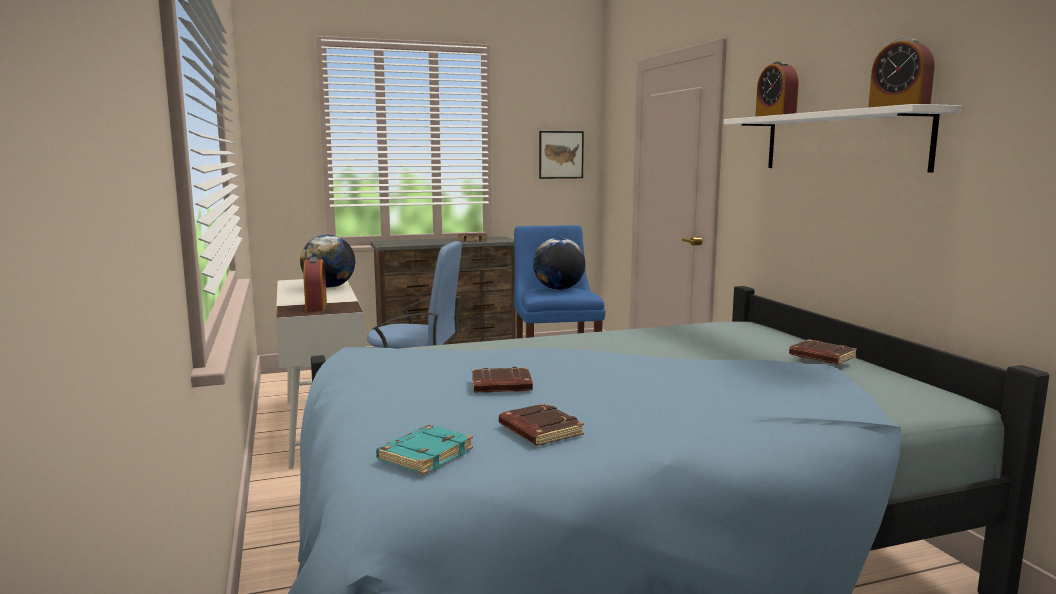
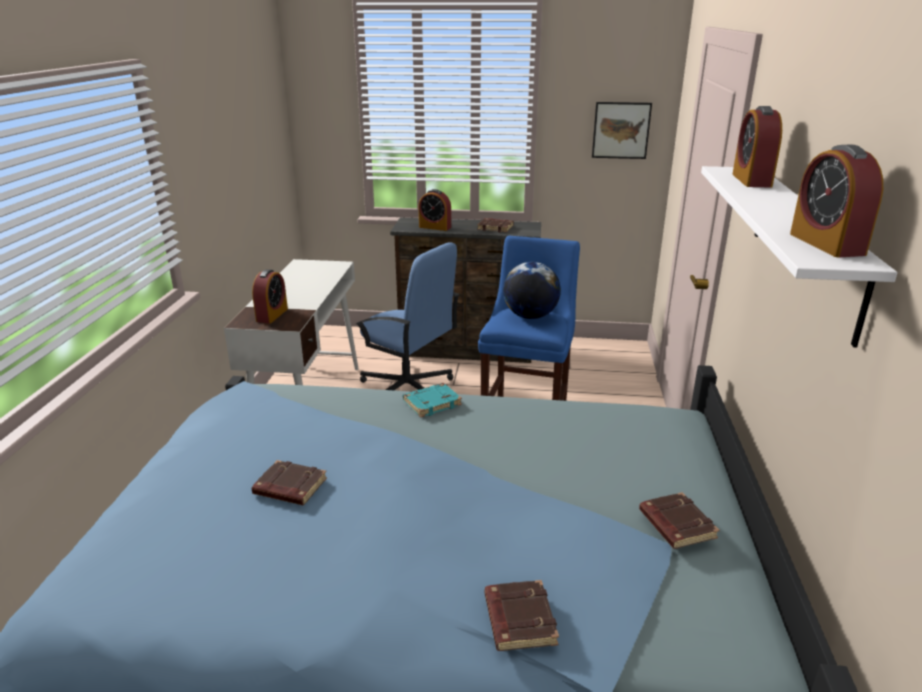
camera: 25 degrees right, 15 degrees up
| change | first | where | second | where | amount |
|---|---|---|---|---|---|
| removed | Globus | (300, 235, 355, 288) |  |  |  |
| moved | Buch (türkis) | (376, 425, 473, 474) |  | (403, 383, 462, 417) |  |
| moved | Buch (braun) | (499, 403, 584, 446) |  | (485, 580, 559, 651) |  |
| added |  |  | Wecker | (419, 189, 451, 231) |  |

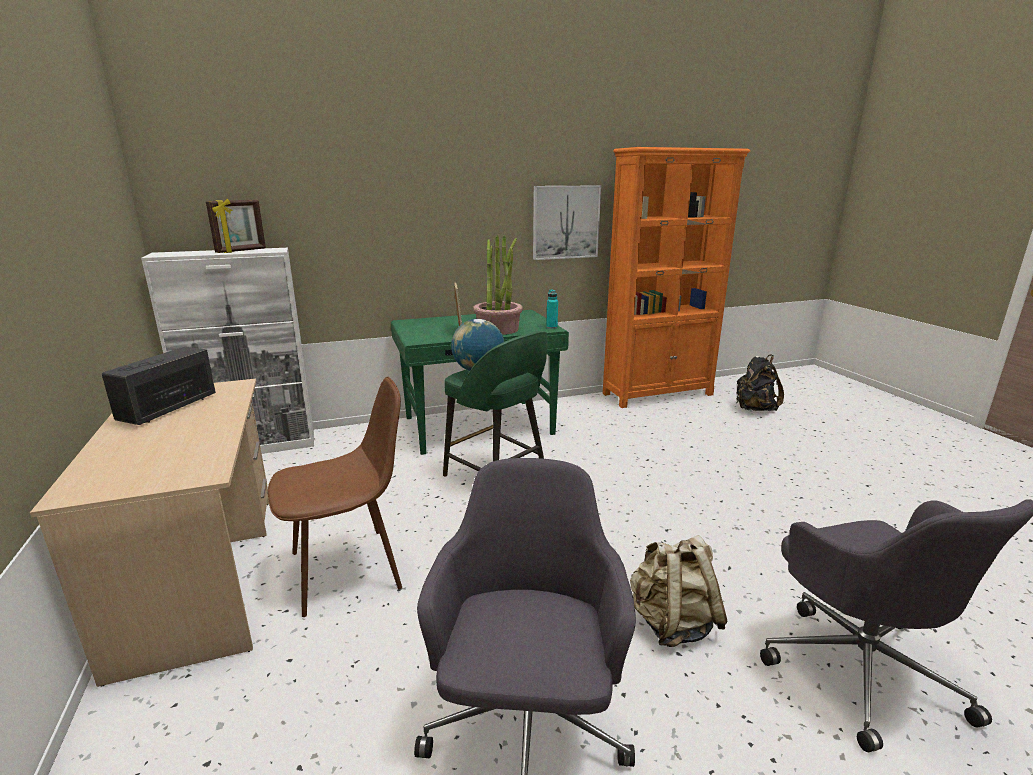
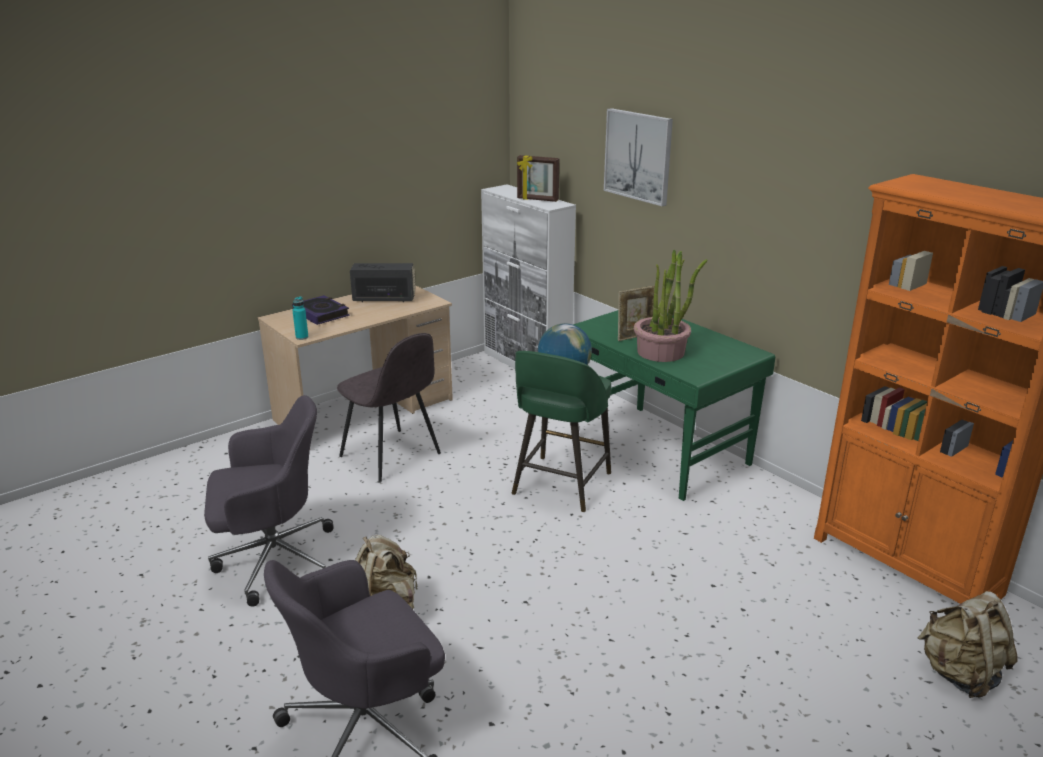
camera: 70 degrees right, 5 degrees up
| change | first | where | second | where | amount |
|---|---|---|---|---|---|
| recoloured | Stuhl (braun) | (268, 377, 402, 617) | Stuhl (grau) | (337, 333, 441, 482) |  |
| moved | Bild | (533, 185, 601, 260) |  | (604, 108, 673, 206) |  |
| moved | Flasche (türkis) | (546, 289, 558, 329) |  | (292, 296, 309, 340) |  |
| recoloured | Rucksack (schwarz) | (736, 355, 784, 411) | Rucksack (beige) | (918, 591, 1018, 698) |  |
| added |  |  | Buch | (292, 295, 349, 325) |  |

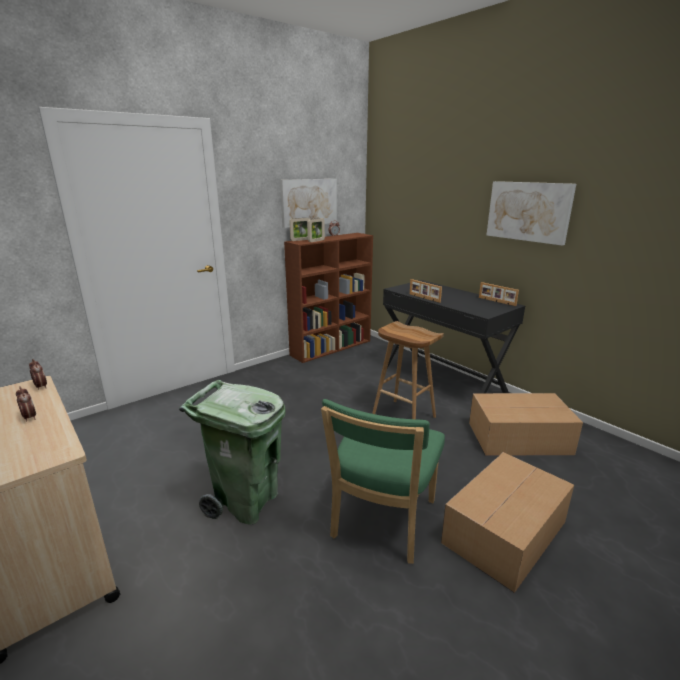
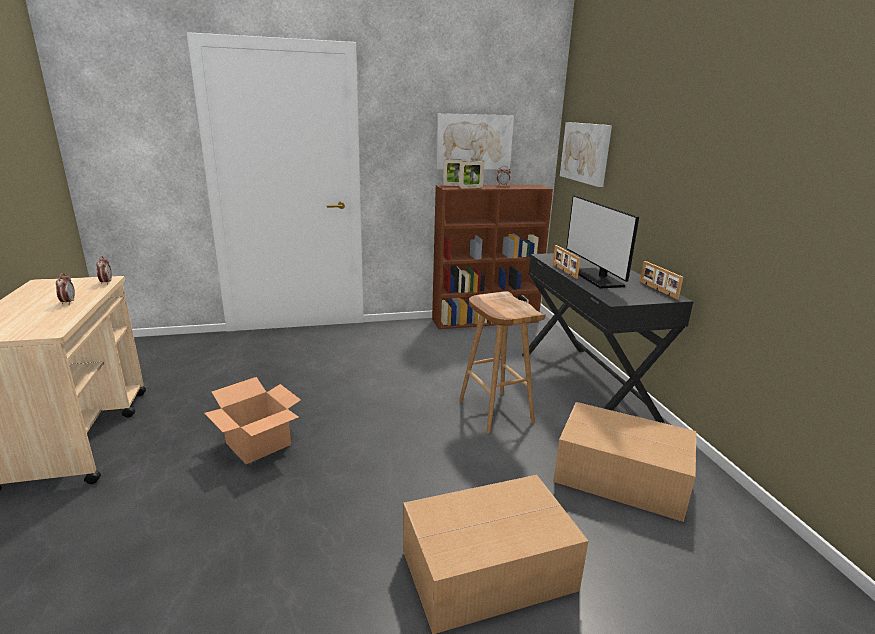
camera: 25 degrees right, 0 degrees up
| change | first | where | second | where | amount |
|---|---|---|---|---|---|
| replaced | Mülleimer (grün) | (179, 380, 286, 525) | Karton | (204, 377, 301, 464) |  |
| removed | Stuhl (grün) | (321, 399, 445, 564) |  |  |  |
| moved | Bild | (487, 181, 576, 245) |  | (560, 122, 612, 187) |  |
| added |  |  | Monitor | (566, 195, 639, 289) |  |

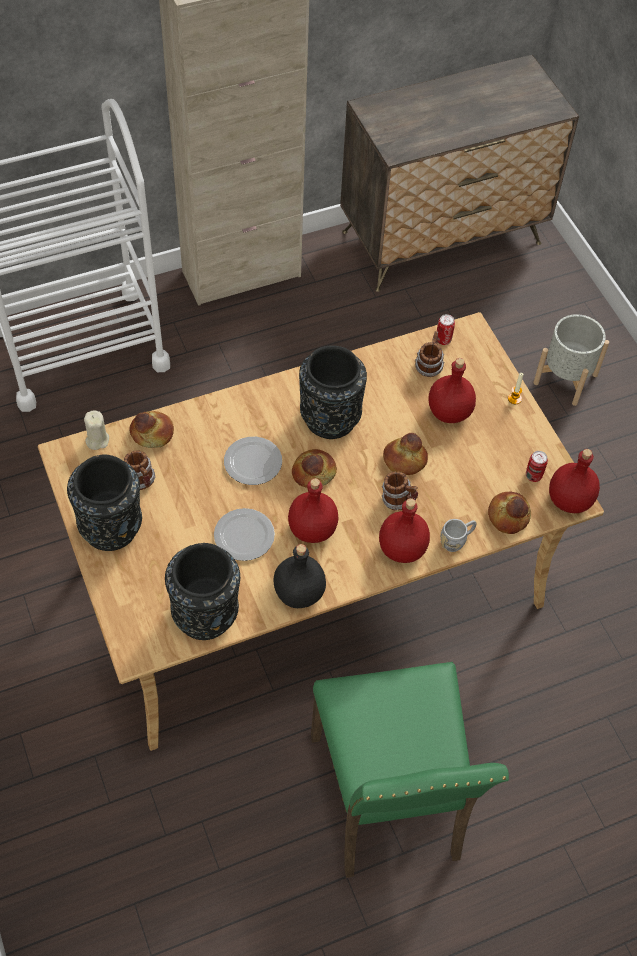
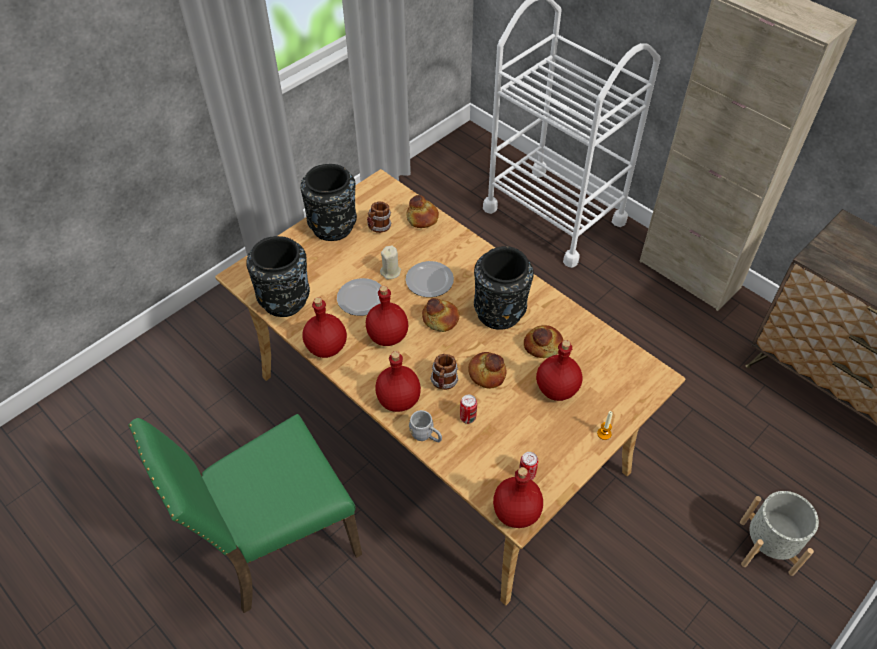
camera: 70 degrees right, 5 degrees down
| change | first | where | second | where | amount |
|---|---|---|---|---|---|
| moved | Kerze (beige) | (84, 410, 109, 450) |  | (380, 246, 401, 279) |  |
| recoloured | Flasche (schwarz) | (273, 544, 326, 608) | Flasche (rot) | (302, 297, 347, 358) |  |
| removed | Henkelbecher | (415, 331, 444, 377) |  |  |  |
| moved | Dose | (437, 314, 455, 345) |  | (460, 395, 477, 424) |  |
| moved | Brot | (488, 492, 531, 534) |  | (524, 325, 563, 358) |  |

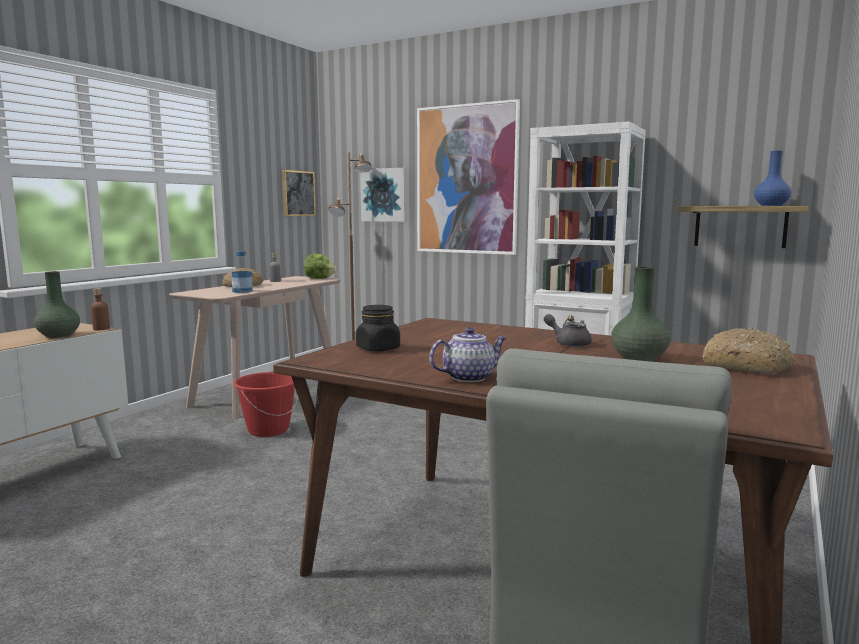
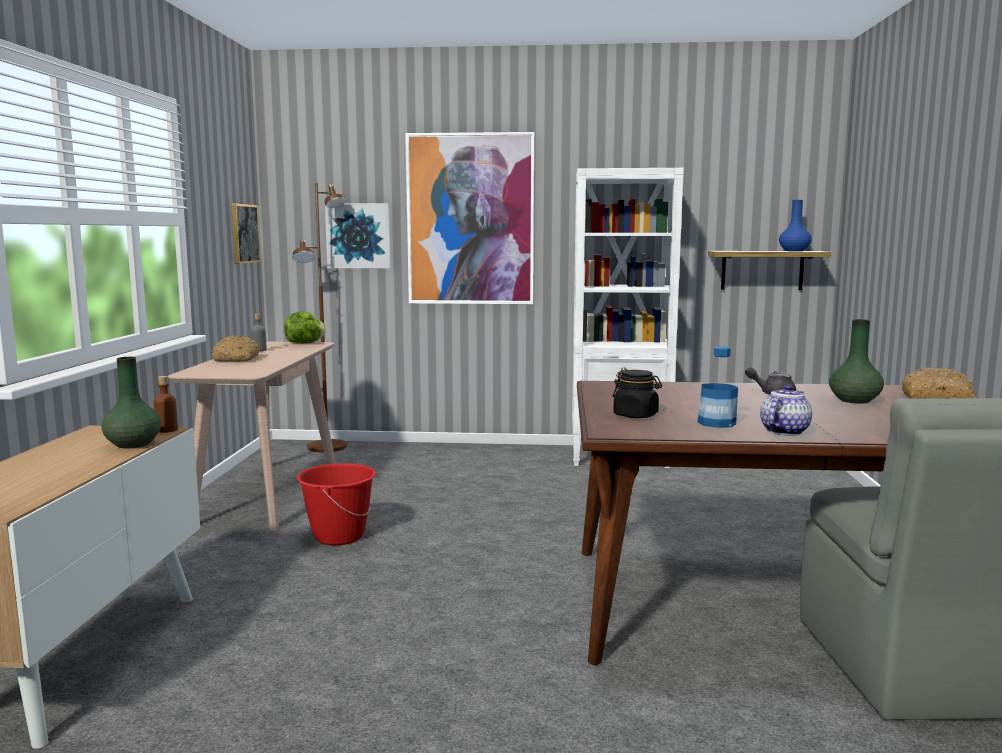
camera: 25 degrees left, 0 degrees up
| change | first | where | second | where | amount |
|---|---|---|---|---|---|
| moved | Flasche | (232, 251, 253, 293) |  | (697, 346, 738, 428) |  |

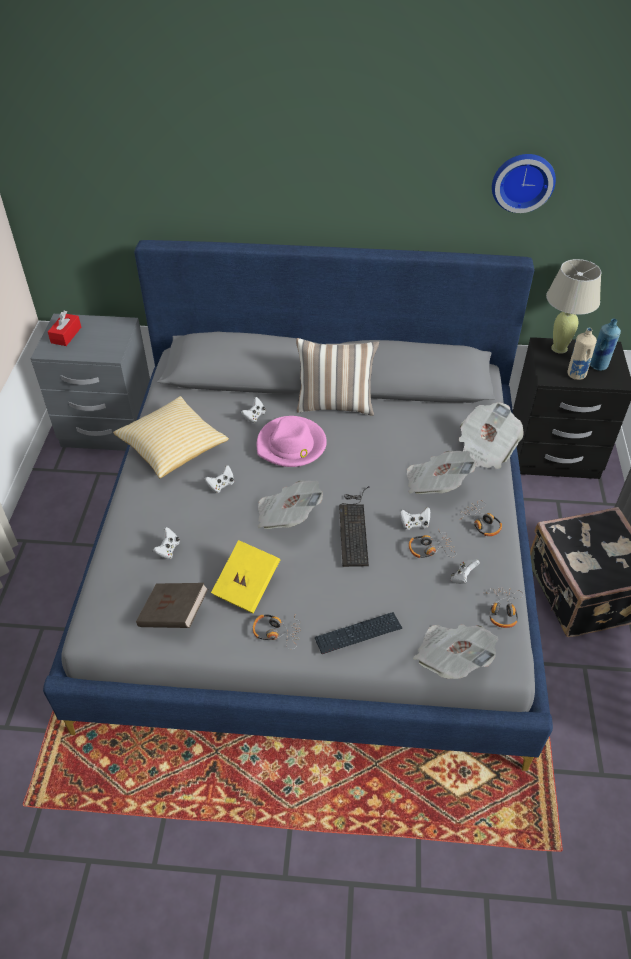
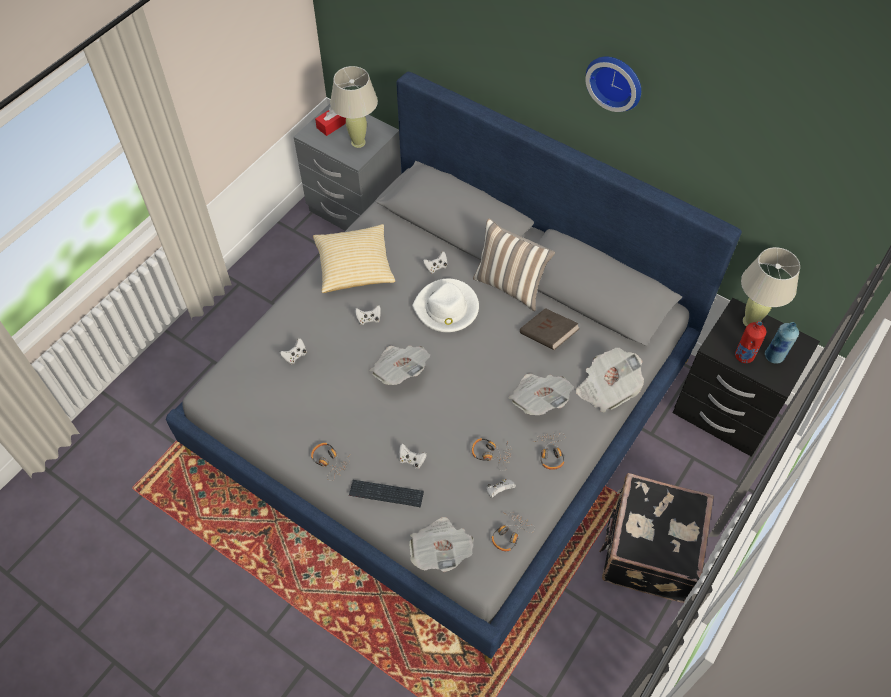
camera: 30 degrees right, 10 degrees up
| change | first | where | second | where | amount |
|---|---|---|---|---|---|
| moved | Buch (braun) | (136, 583, 208, 628) |  | (520, 308, 580, 350) |  |
| removed | Buch (gelb) | (211, 540, 280, 613) |  |  |  |
| recoloured | Hut (rosa) | (257, 416, 327, 467) | Hut (weiß) | (412, 279, 479, 332) |  |
| removed | Tastatur | (339, 486, 370, 567) |  |  |  |
| moved | Gamepad (weiß) | (400, 507, 430, 530) |  | (399, 444, 427, 469) |  |
| moved | Wanduhr | (492, 154, 556, 213) |  | (585, 57, 641, 112) |  |
| recoloured | Flasche (beige) | (567, 328, 597, 380) | Flasche (rot) | (735, 321, 766, 363) |  |
| added |  |  | Tischlampe (beige) | (330, 66, 378, 148) |  |

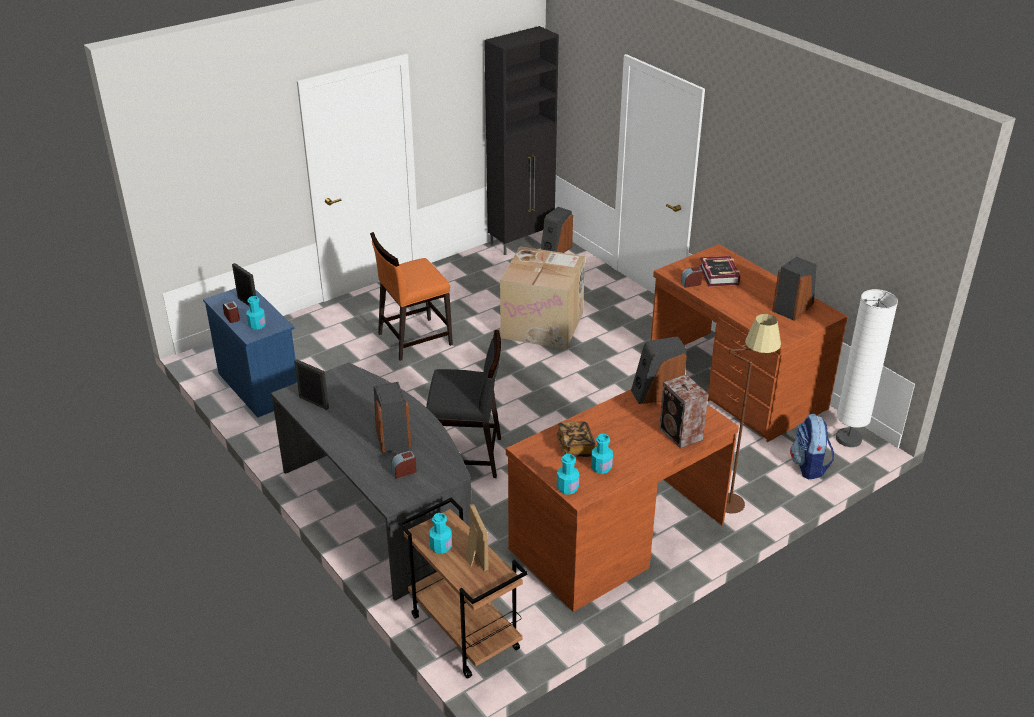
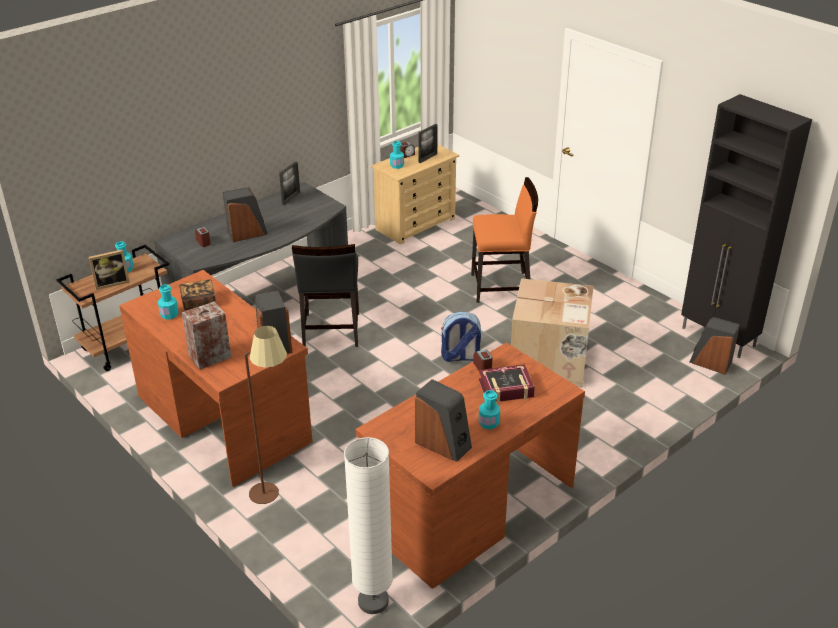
camera: 85 degrees right, 0 degrees up
| change | first | where | second | where | amount |
|---|---|---|---|---|---|
| recoloured | Kommode (blau) | (203, 288, 297, 417) | Kommode (beige) | (371, 144, 459, 244) |  |
| turned | Stuhl (orange) | (370, 232, 453, 361) |  | (471, 177, 538, 303) | 120 degrees clockwise |
| moved | Flasche (türkis) | (557, 454, 579, 494) |  | (479, 390, 500, 429) |  |
| moved | Rucksack | (790, 413, 834, 479) |  | (441, 311, 481, 362) |  |

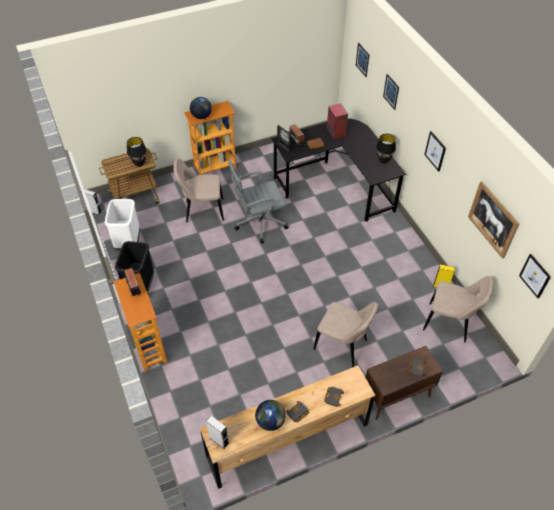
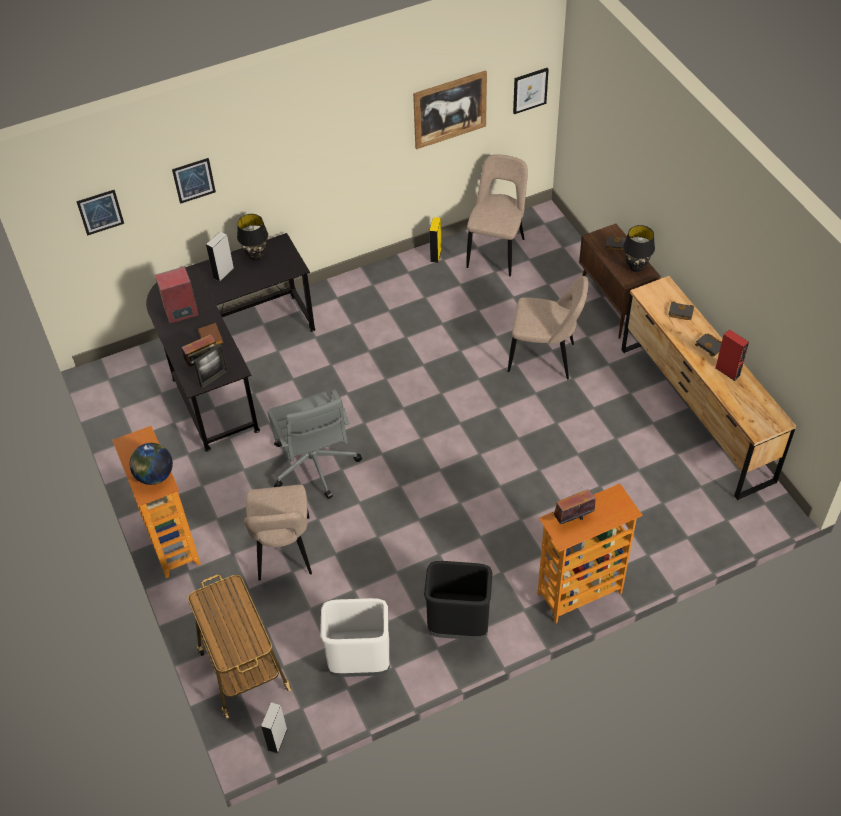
camera: 90 degrees left, 0 degrees up
| change | first | where | second | where | amount |
|---|---|---|---|---|---|
| moved | Tischlampe (schwarz) | (127, 137, 147, 167) |  | (623, 225, 655, 272) |  |
| moved | Lautsprecher (grau) | (206, 416, 229, 449) |  | (206, 232, 234, 282) |  |
| replaced | Globus | (255, 400, 286, 431) | Lautsprecher (rot) | (715, 329, 749, 381) |  |
| turned | Stuhl (beige) | (313, 302, 379, 367) |  | (508, 276, 588, 380) | 75 degrees clockwise |
| removed | Bild | (424, 131, 446, 171) |  |  |  |

